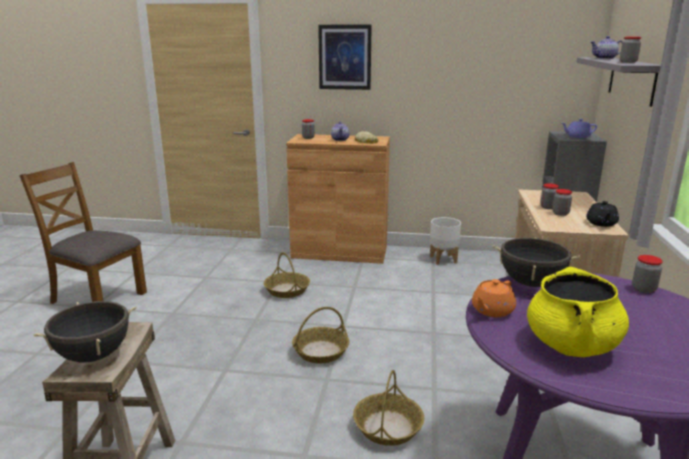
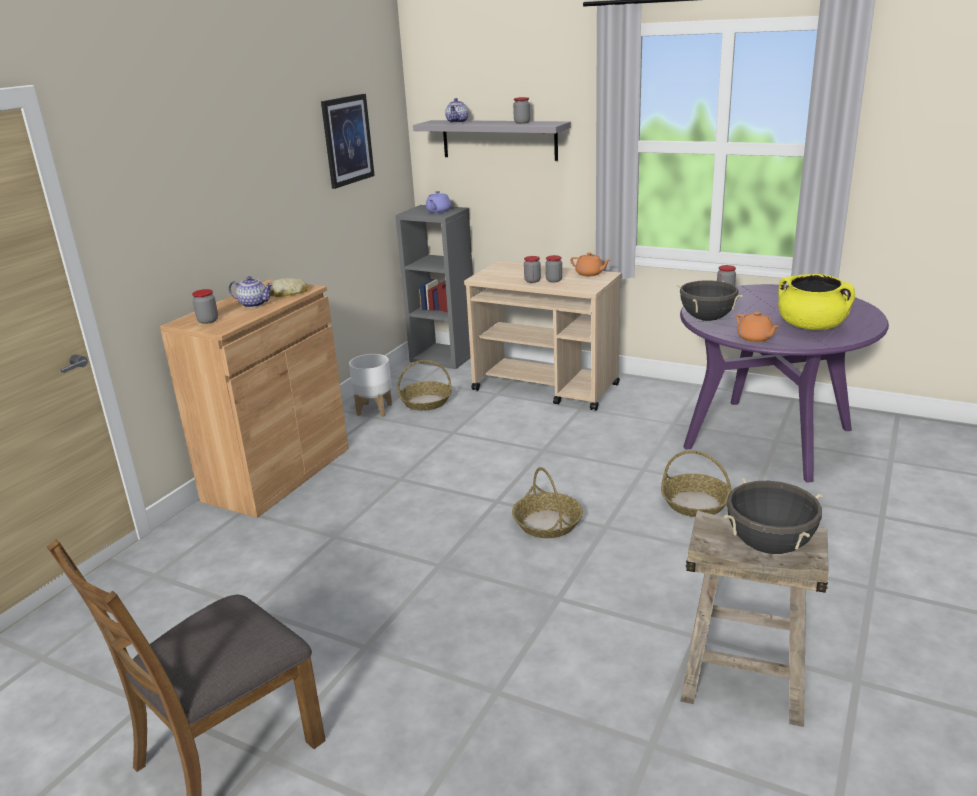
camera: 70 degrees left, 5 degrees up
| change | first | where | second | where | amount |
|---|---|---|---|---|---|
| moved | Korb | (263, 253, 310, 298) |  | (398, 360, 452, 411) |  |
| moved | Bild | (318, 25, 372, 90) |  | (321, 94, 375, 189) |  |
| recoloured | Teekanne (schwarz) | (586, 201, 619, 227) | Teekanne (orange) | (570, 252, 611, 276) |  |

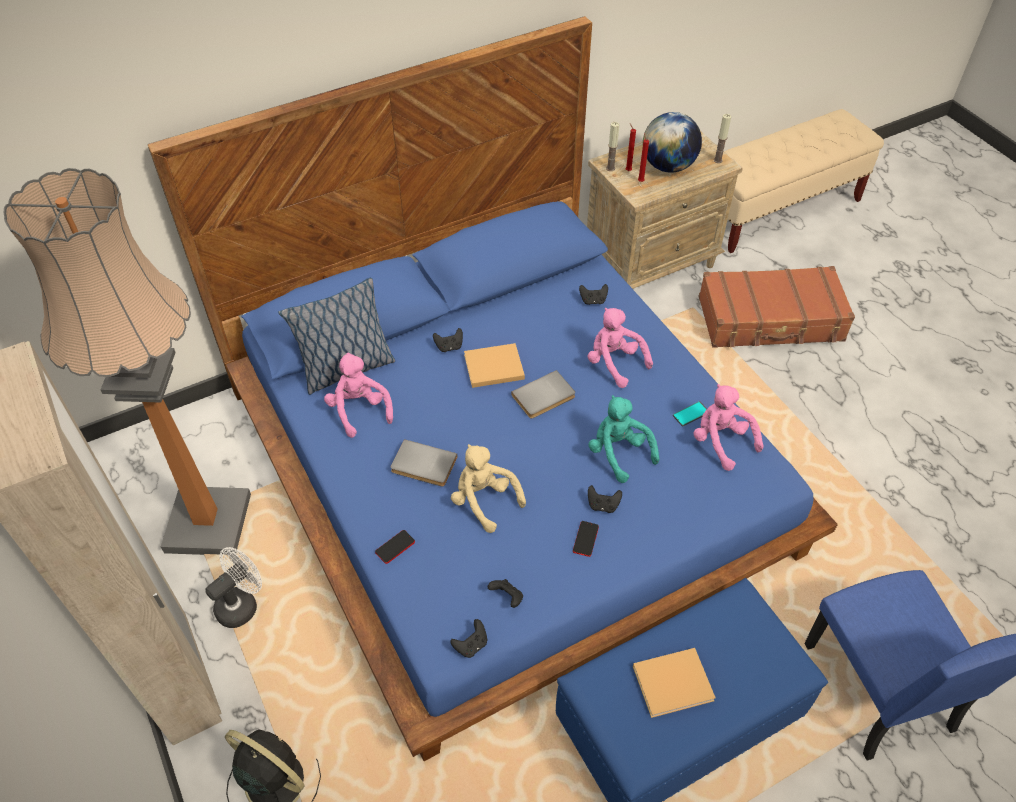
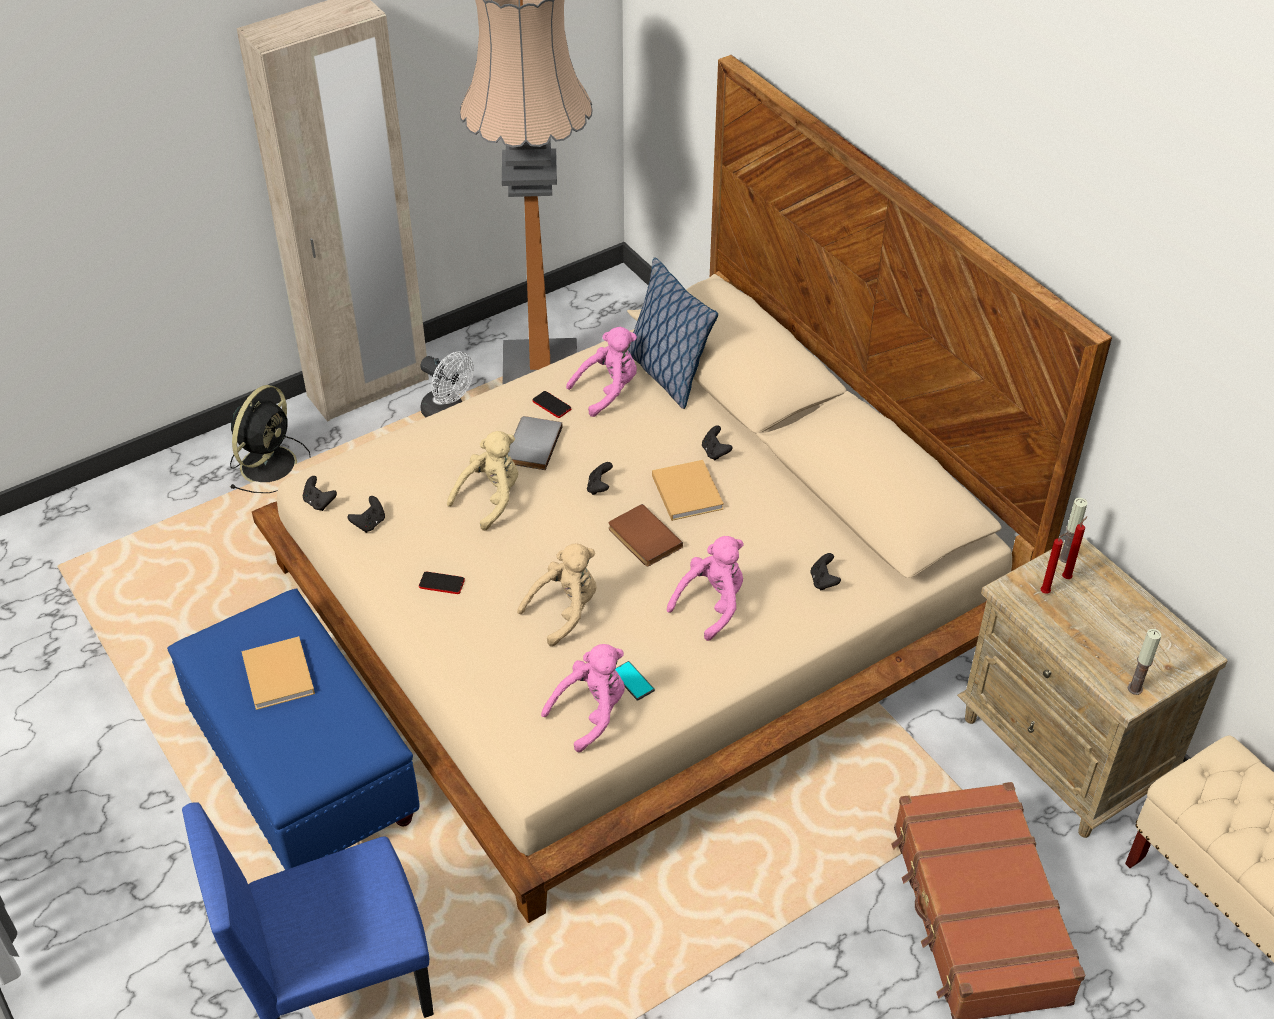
camera: 85 degrees right, 5 degrees down
| change | first | where | second | where | amount |
|---|---|---|---|---|---|
| recoloured | Bett (blau) | (148, 16, 838, 761) | Bett (beige) | (252, 55, 1112, 923) |  |
| moved | Handy | (375, 530, 415, 564) |  | (532, 391, 571, 418) |  |
| recoloured | Buch (grau) | (511, 370, 575, 419) | Buch (braun) | (609, 504, 683, 566) |  |
| recoloured | Plüschtier (türkis) | (588, 395, 660, 483) | Plüschtier (beige) | (517, 543, 596, 646) |  |
| moved | Gamepad (schwarz) | (588, 485, 622, 513) |  | (587, 462, 613, 495) |  |
| removed | Globus | (643, 112, 702, 173) |  |  |  |

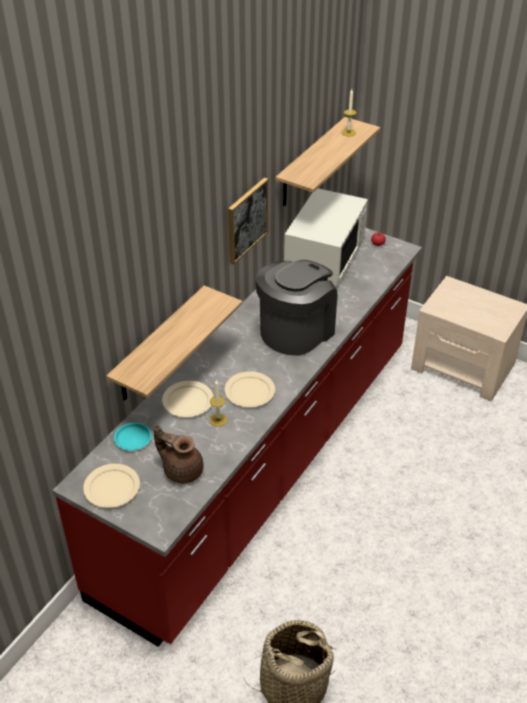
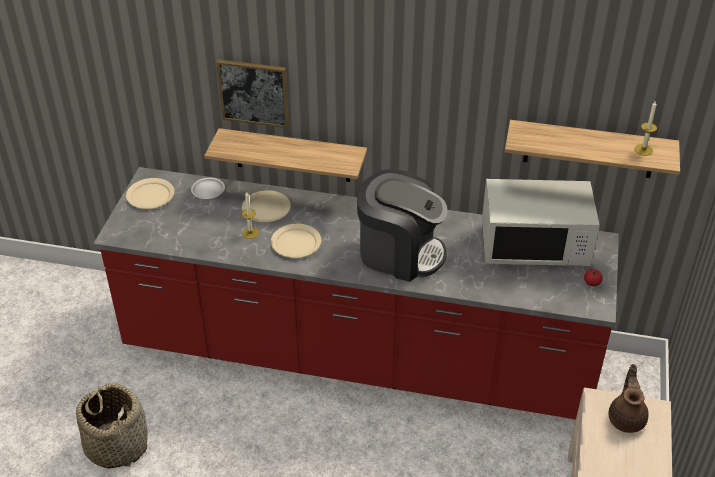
camera: 70 degrees right, 0 degrees up
| change | first | where | second | where | amount |
|---|---|---|---|---|---|
| recoloured | Teller (türkis) | (114, 423, 152, 451) | Teller (weiß) | (191, 178, 225, 199) |  |
| moved | Teekanne (braun) | (153, 424, 204, 484) |  | (609, 364, 649, 433) |  |
| moved | Bild | (228, 178, 268, 265) |  | (216, 59, 289, 128) |  |

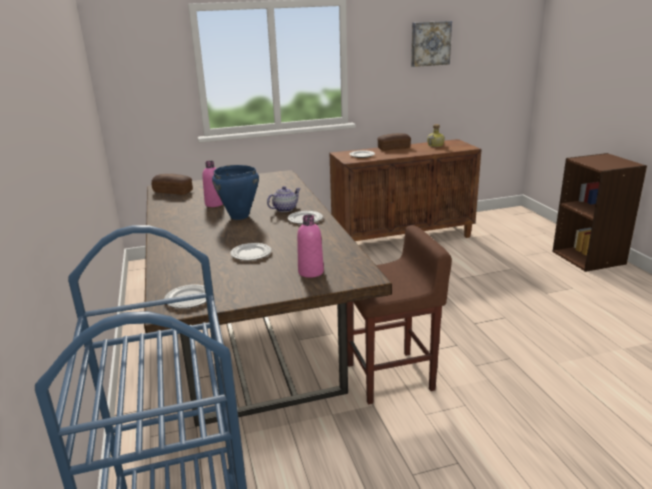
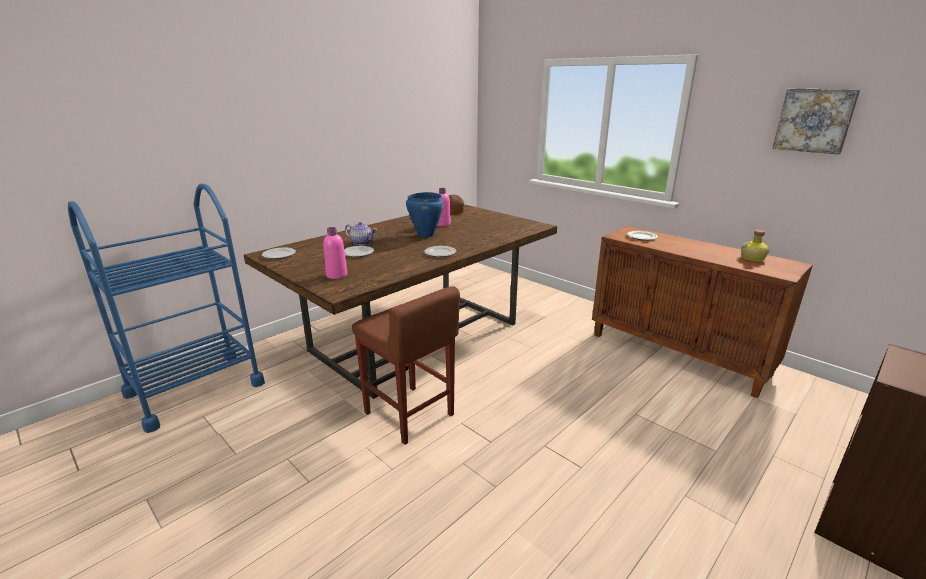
camera: 60 degrees right, 0 degrees up
| change | first | where | second | where | amount |
|---|---|---|---|---|---|
| moved | Teekanne | (267, 186, 301, 212) |  | (345, 222, 377, 245) |  |
| removed | Brot | (377, 133, 411, 150) |  |  |  |

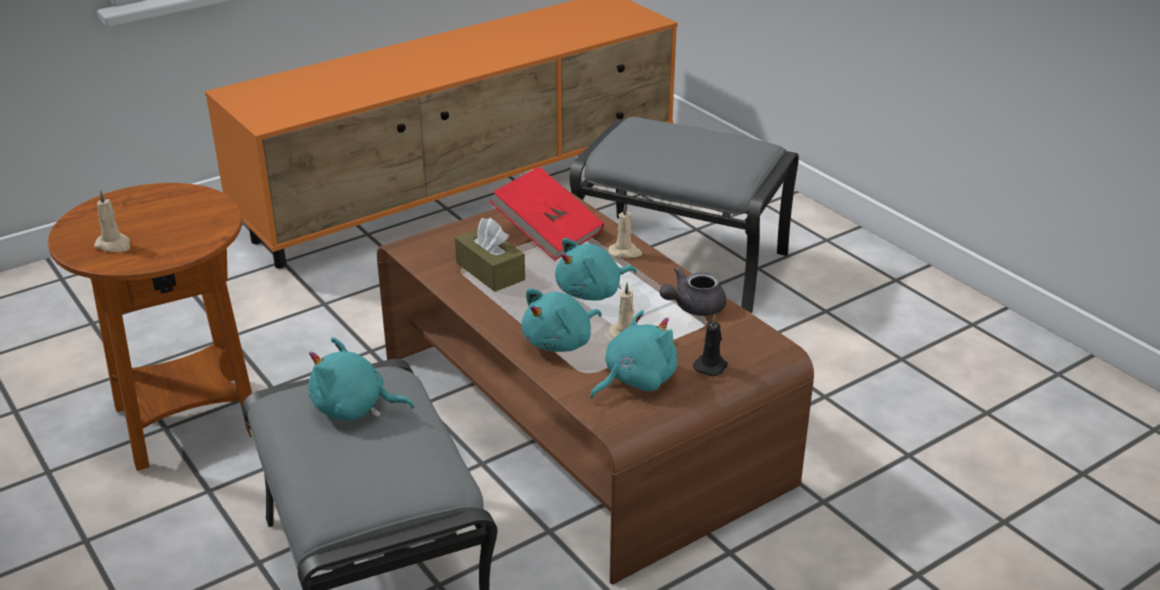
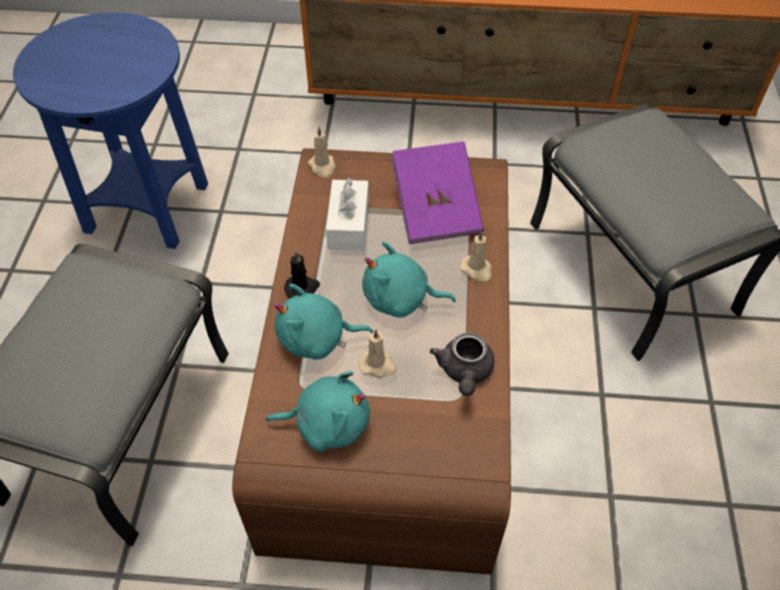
camera: 40 degrees right, 20 degrees up
| change | first | where | second | where | amount |
|---|---|---|---|---|---|
| recoloured | Beistelltisch (braun) | (48, 183, 252, 471) | Beistelltisch (blau) | (13, 12, 208, 249) |  |
| moved | Kerze (beige) | (94, 190, 130, 252) |  | (308, 127, 336, 178) |  |
| removed | Plüschtier (türkis) | (308, 337, 414, 420) |  |  |  |
| recoloured | Taschentuchbox (braun) | (455, 218, 525, 292) | Taschentuchbox (weiß) | (326, 177, 369, 251) |  |
| recoloured | Buch (rot) | (489, 166, 604, 261) | Buch (lila) | (391, 142, 484, 244) |  |
| turned | Teekanne (grau) | (660, 267, 726, 316) |  | (430, 333, 494, 396) | 90 degrees counterclockwise |
| moved | Kerze (schwarz) | (693, 314, 728, 376) |  | (284, 251, 320, 298) |  |

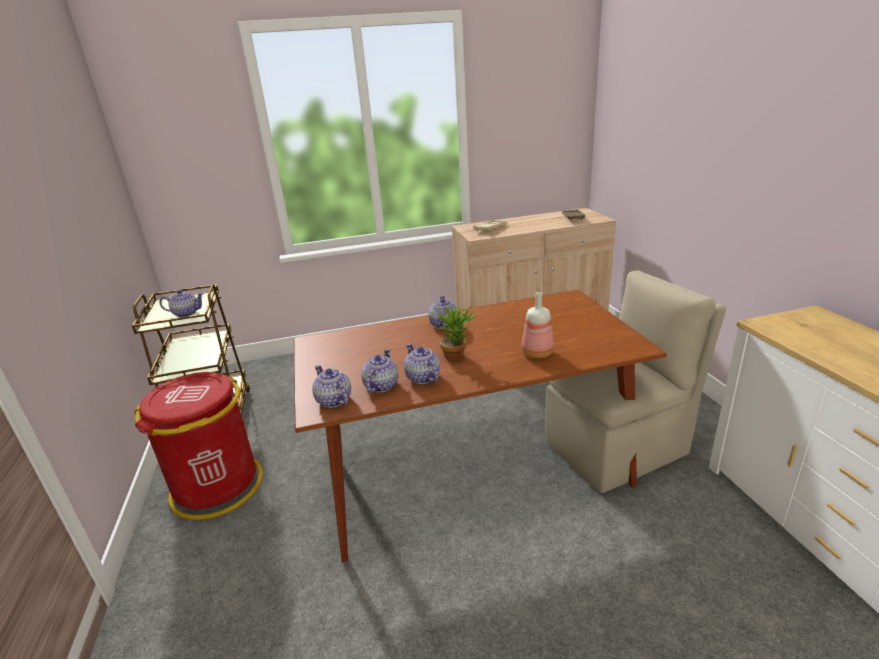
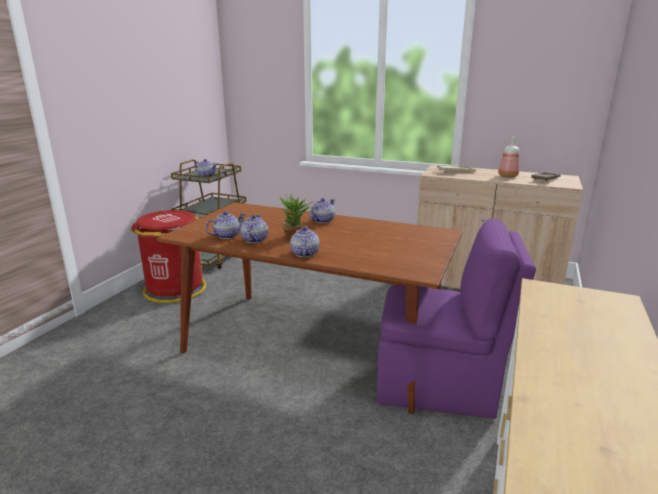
camera: 35 degrees right, 5 degrees down
| change | first | where | second | where | amount |
|---|---|---|---|---|---|
| moved | Teekanne | (312, 365, 351, 408) |  | (290, 226, 320, 257) |  |
| moved | Flasche | (521, 292, 554, 358) |  | (498, 136, 519, 177) |  |
| recoloured | Stuhl (beige) | (545, 270, 726, 493) | Stuhl (lila) | (377, 219, 536, 419) |  |

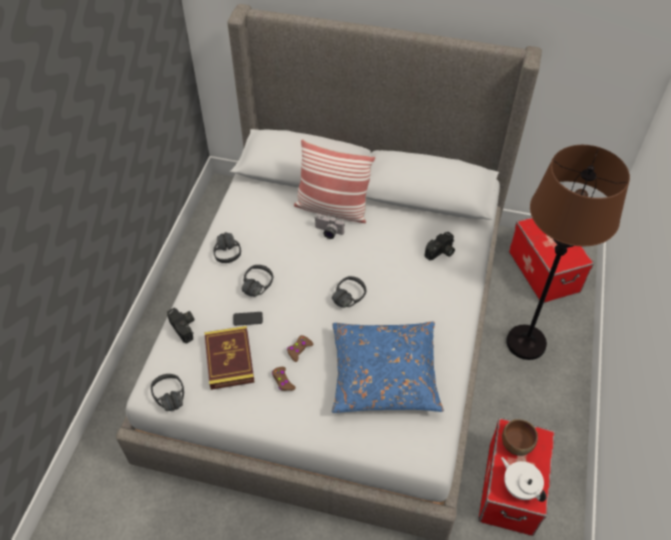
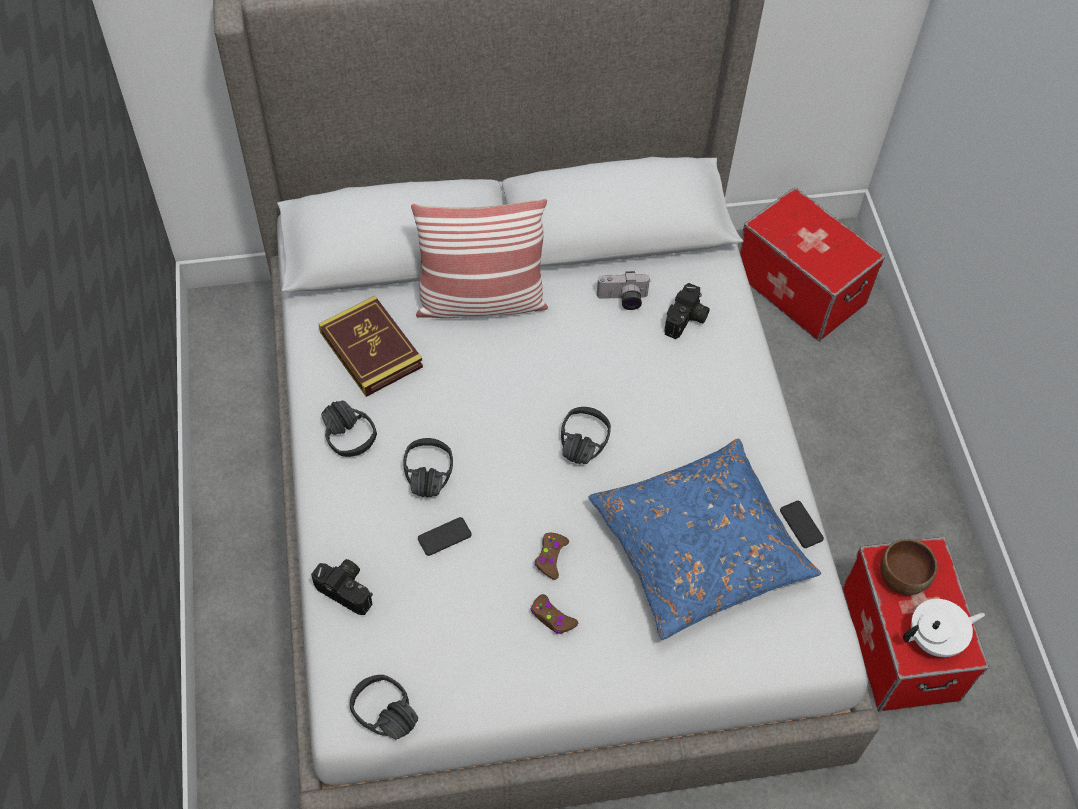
camera: 25 degrees left, 5 degrees up
| change | first | where | second | where | amount |
|---|---|---|---|---|---|
| moved | Buch | (204, 326, 255, 390) |  | (319, 296, 423, 397) |  |
| moved | Kamera | (314, 214, 344, 239) |  | (596, 271, 651, 310) |  |
| turned | Teekanne (weiß) | (501, 457, 547, 502) |  | (903, 599, 985, 657) | 135 degrees clockwise |
| removed | Stehlampe (braun) | (506, 145, 630, 360) |  |  |  |
| added |  |  | Handy | (780, 501, 824, 548) |  |

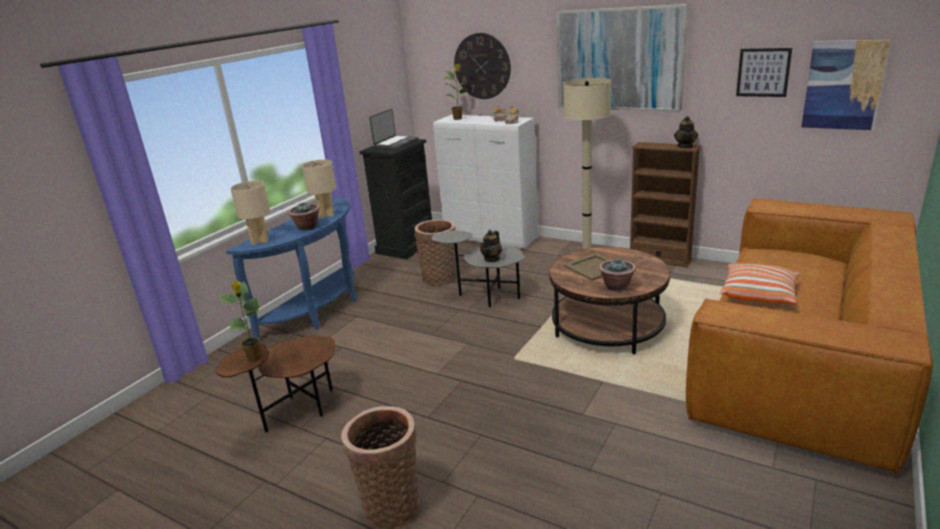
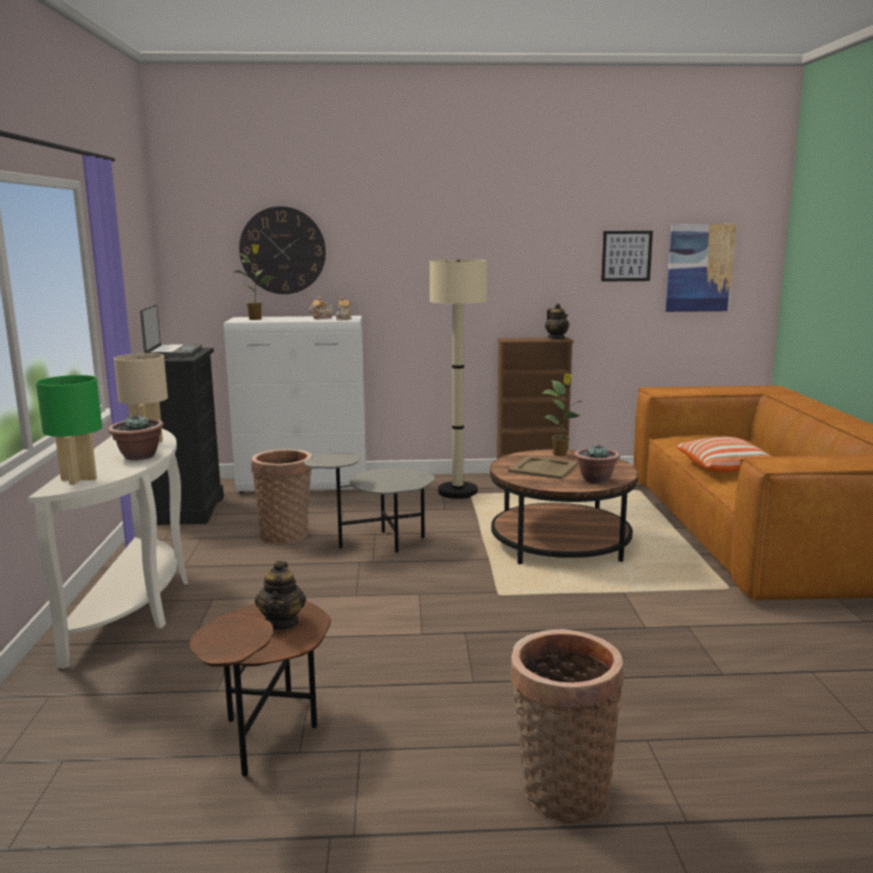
camera: 35 degrees left, 10 degrees down
| change | first | where | second | where | amount |
|---|---|---|---|---|---|
| moved | Topfpflanze | (219, 281, 262, 362) |  | (541, 373, 583, 456) |  |
| recoloured | Konsolentisch (blau) | (226, 197, 357, 339) | Konsolentisch (weiß) | (28, 429, 188, 669) |  |
| recoloured | Tischlampe (beige) | (231, 181, 270, 245) | Tischlampe (grün) | (36, 375, 102, 485) |  |
| moved | Teekanne | (480, 230, 502, 262) |  | (255, 560, 306, 630) |  |
| removed | Bild | (556, 4, 688, 112) |  |  |  |

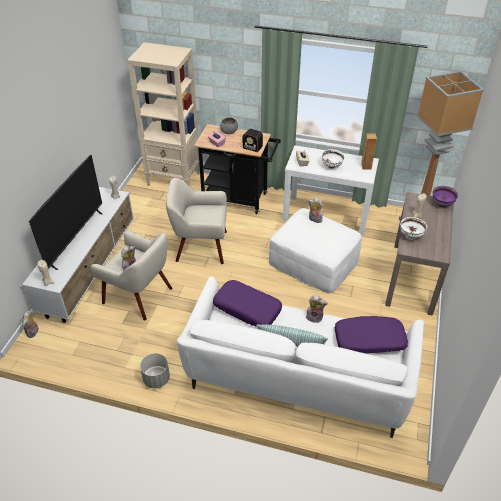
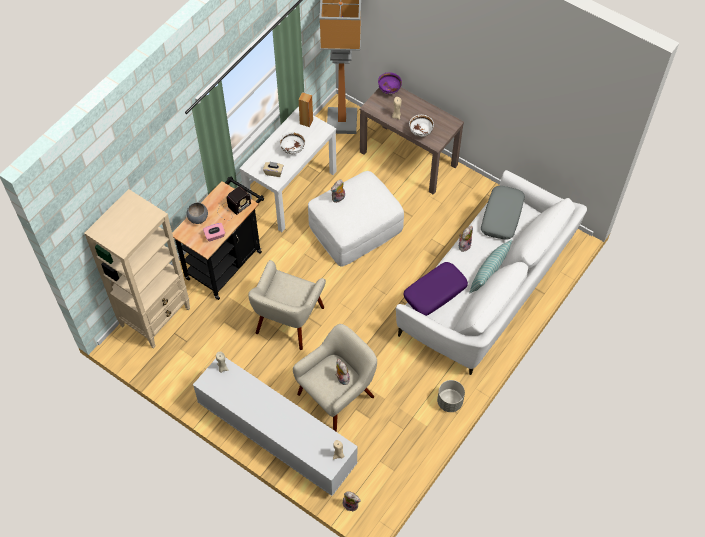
camera: 70 degrees left, 15 degrees up
| change | first | where | second | where | amount |
|---|---|---|---|---|---|
| removed | Fernseher | (29, 155, 102, 270) |  |  |  |
| recoloured | Kissen (lila) | (335, 316, 408, 354) | Kissen (grau) | (481, 186, 525, 240) |  |

